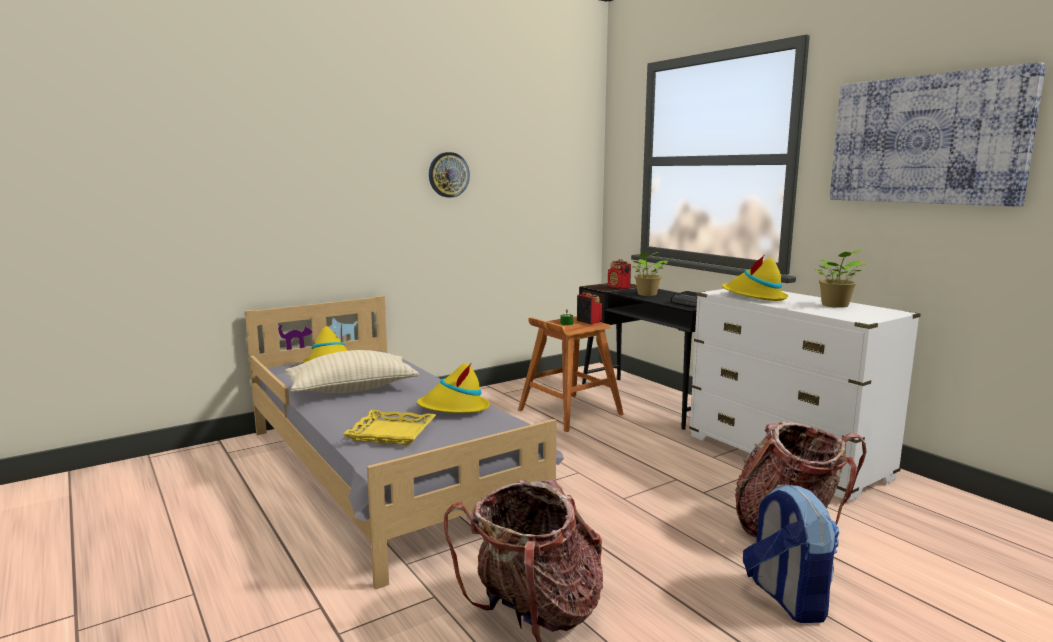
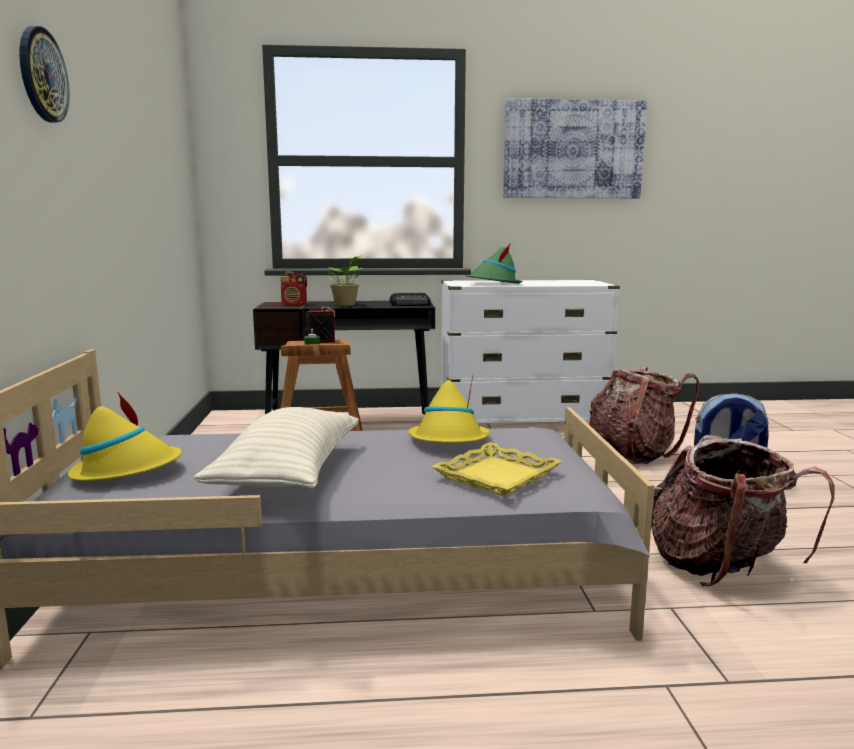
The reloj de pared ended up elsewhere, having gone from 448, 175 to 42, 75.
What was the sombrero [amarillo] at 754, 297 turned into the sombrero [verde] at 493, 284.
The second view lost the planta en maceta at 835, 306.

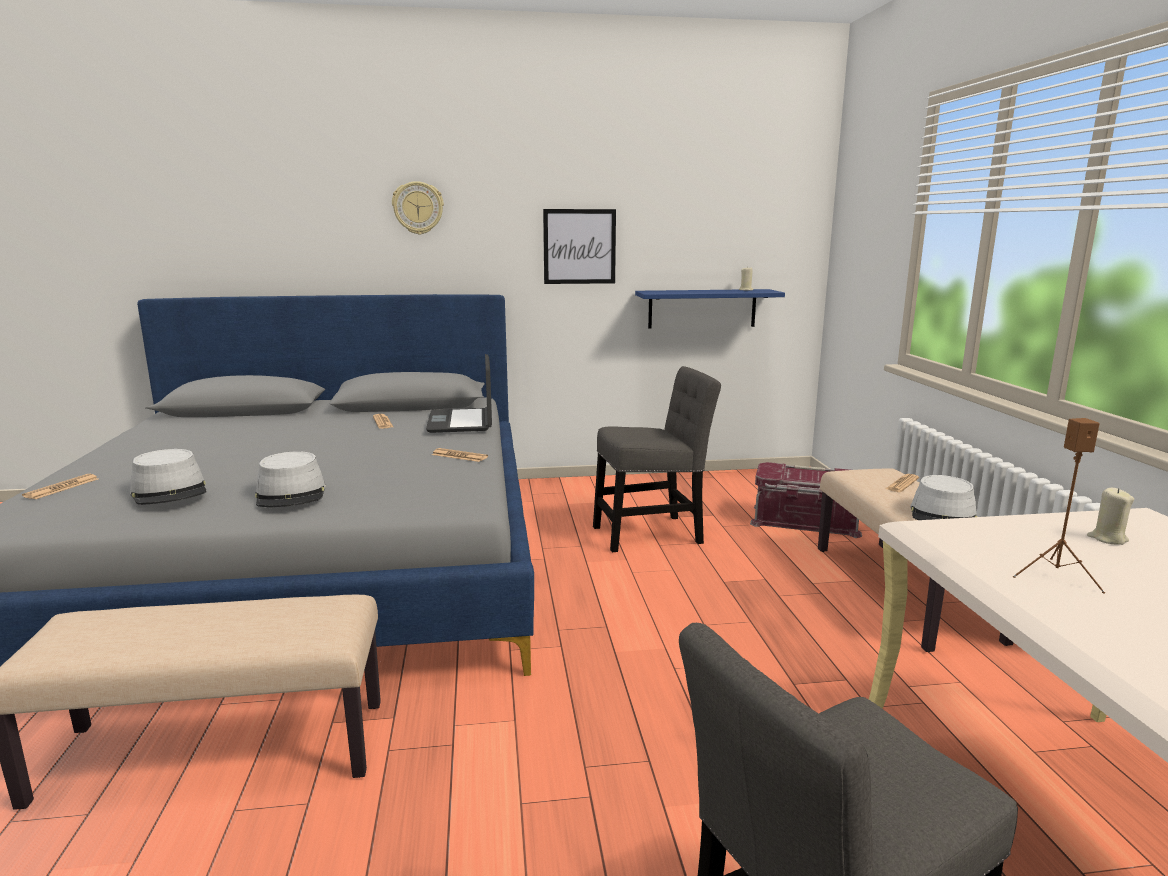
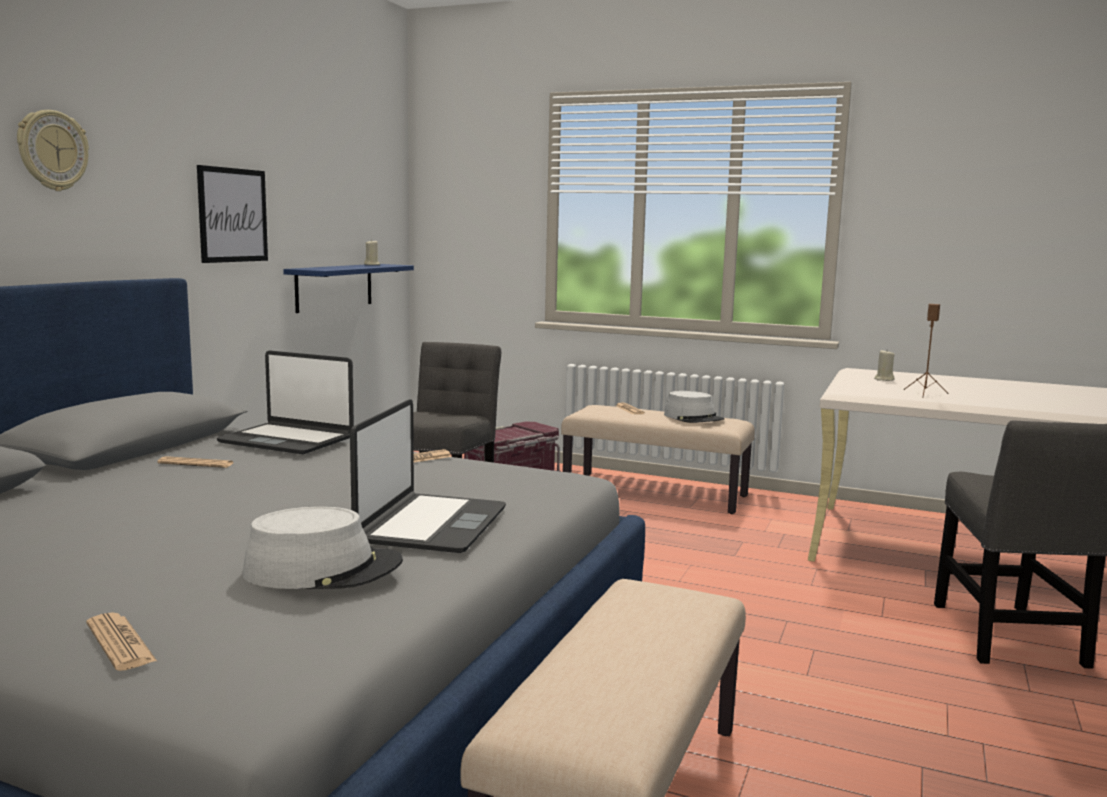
Where the sombrero [gris] stood at 291, 494, the portátil came to stand at 431, 525.

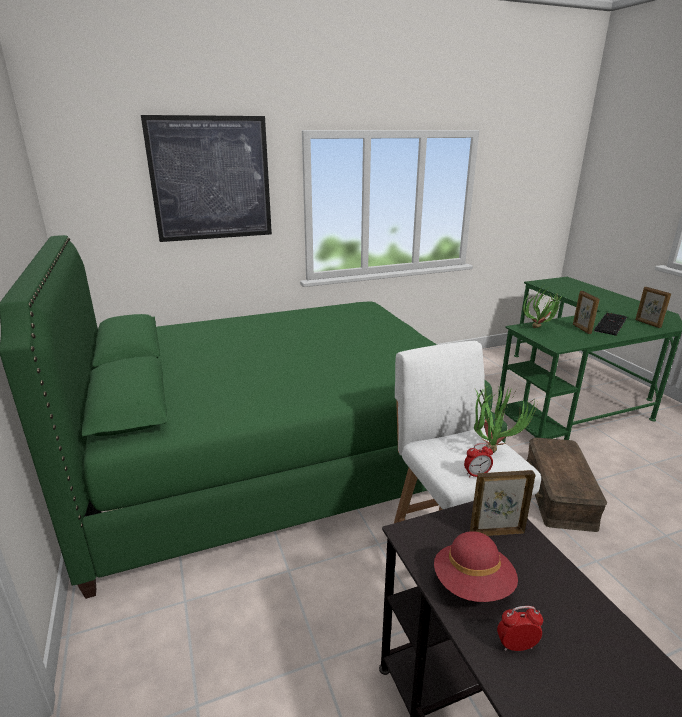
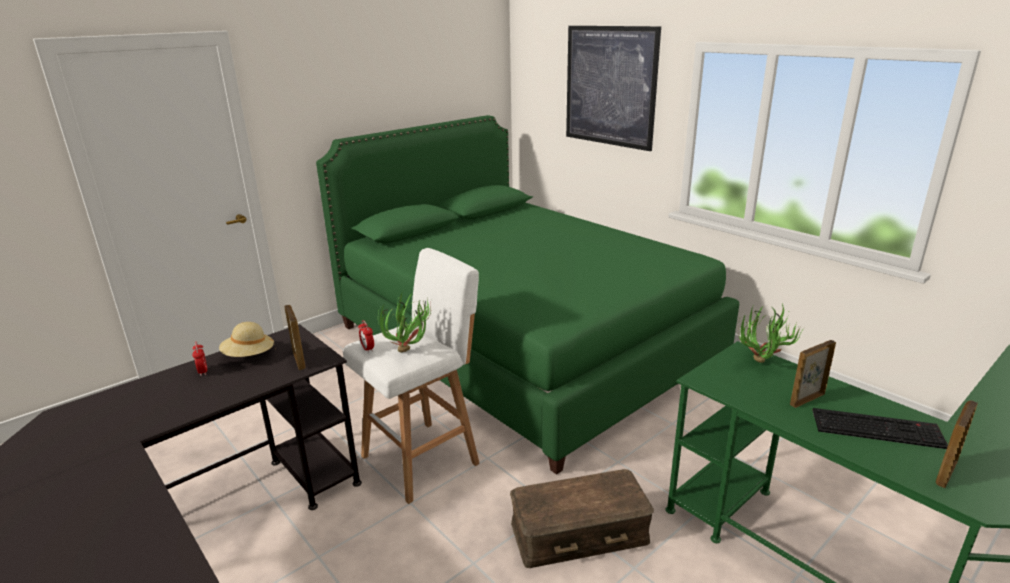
What was the sombrero [rojo] at 473, 585 turned into the sombrero [beis] at 249, 356.

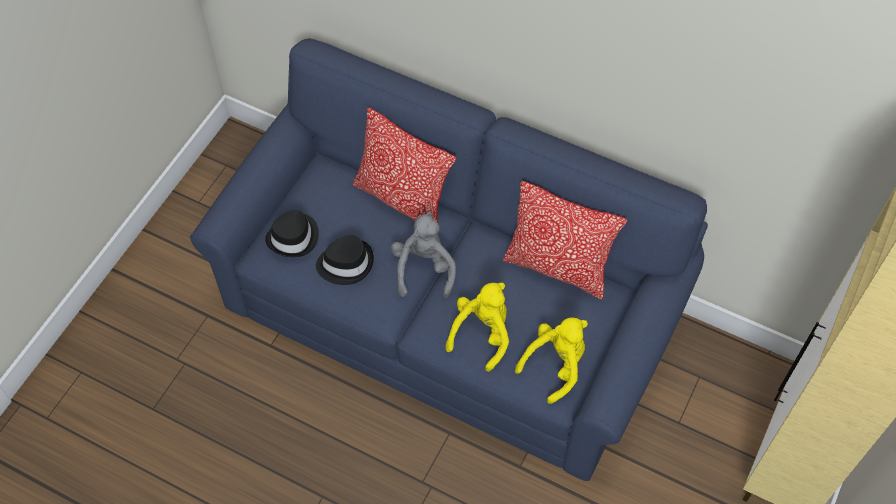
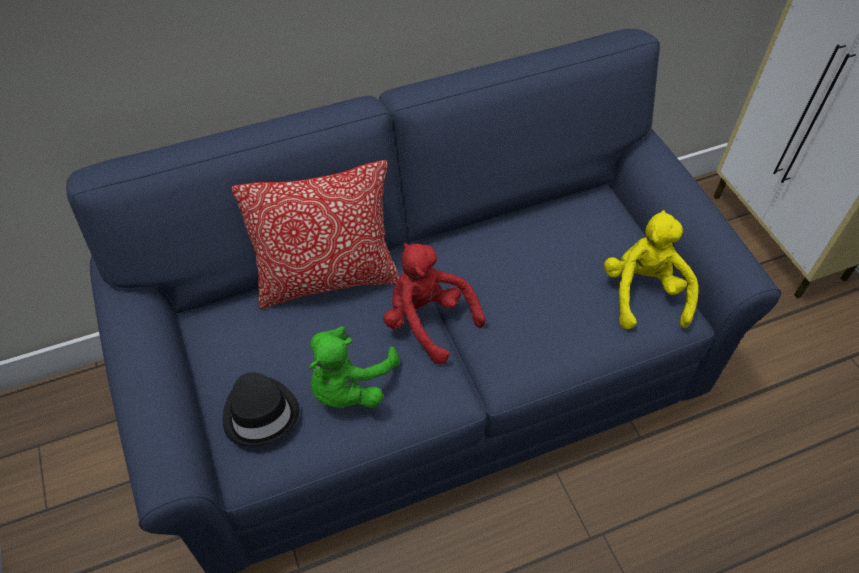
Where the sombrero [negro] stood at 345, 263, the peluche [verde] came to stand at 348, 385.
What was the peluche [gris] at 424, 269 turned into the peluche [rojo] at 427, 321.
The second view lost the peluche [amarillo] at 482, 334.
The second view lost the cojín at 558, 267.

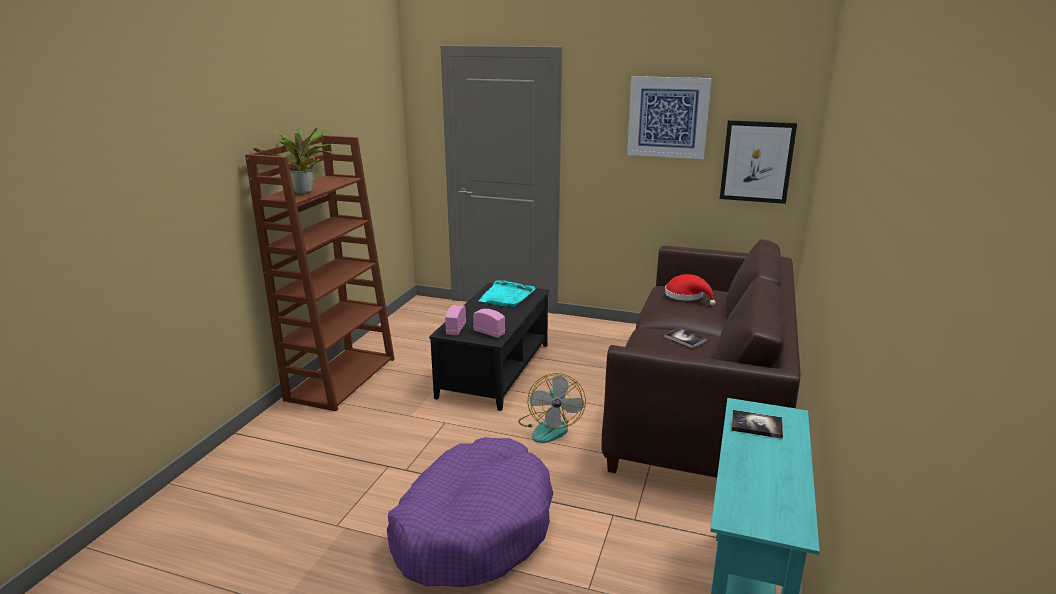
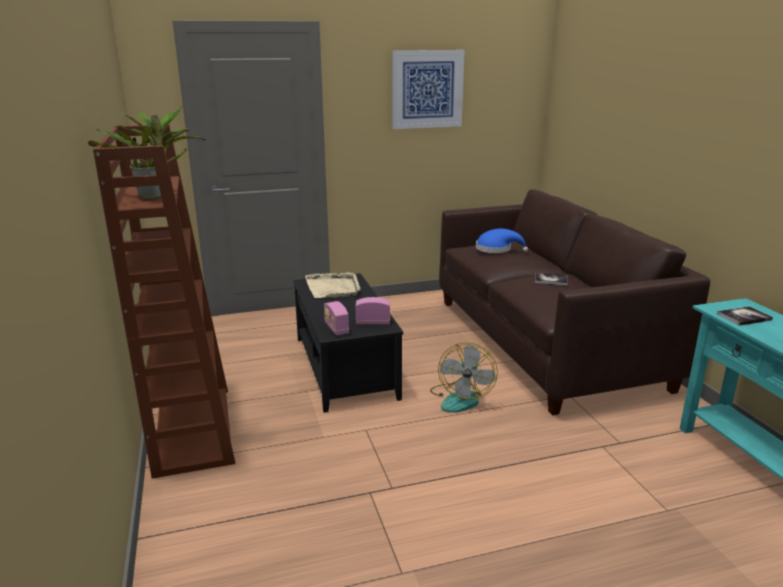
What was the bandeja [turquesa] at 507, 296 turned into the bandeja [beis] at 333, 288.
The ventilador at 549, 427 ended up facing another way, 45 degrees clockwise from before.
What was the sombrero [rojo] at 687, 296 turned into the sombrero [azul] at 496, 249.
The second view lost the cama para perro [morado] at 473, 528.
The second view lost the cuadro at 757, 161.

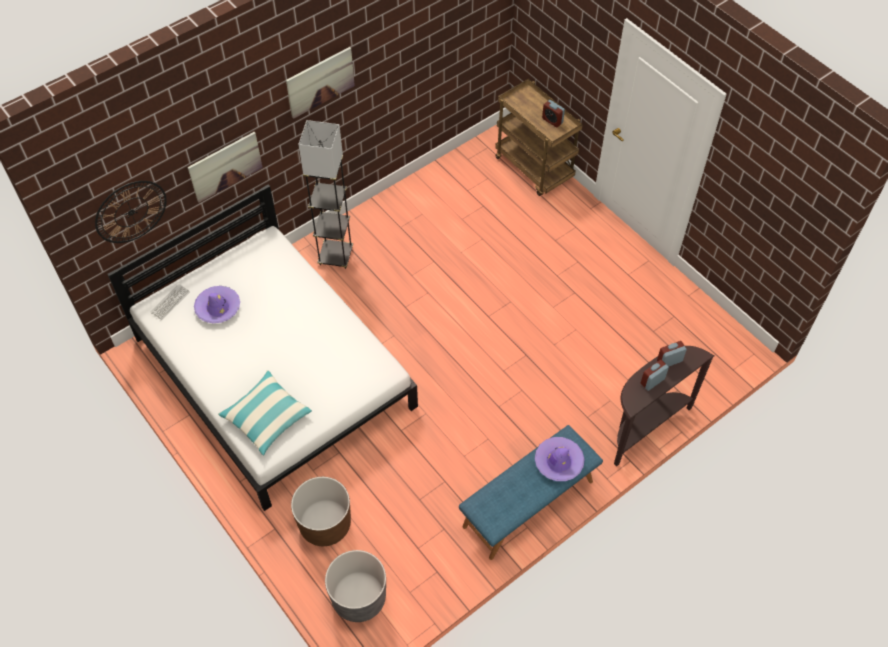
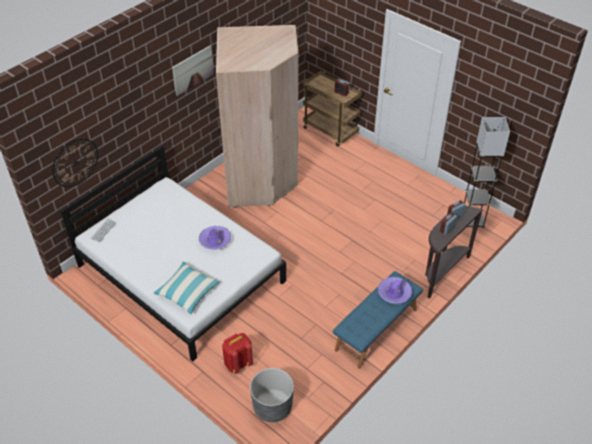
The sombrero [morado] ended up elsewhere, having gone from 218, 308 to 215, 240.
The second view gained the armario ropero [beis] at 261, 180.
Where the maceta [marrón] stood at 325, 524, the mochila [rojo] came to stand at 238, 363.
The lámpara de pie [gris] ended up elsewhere, having gone from 335, 256 to 472, 221.
The second view lost the cuadro at 225, 166.

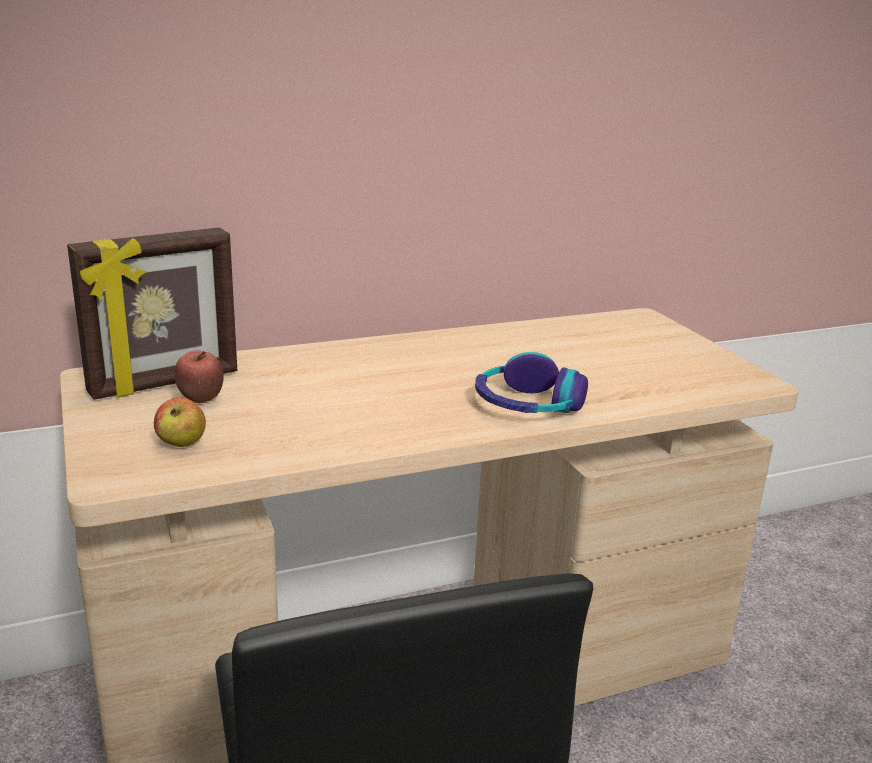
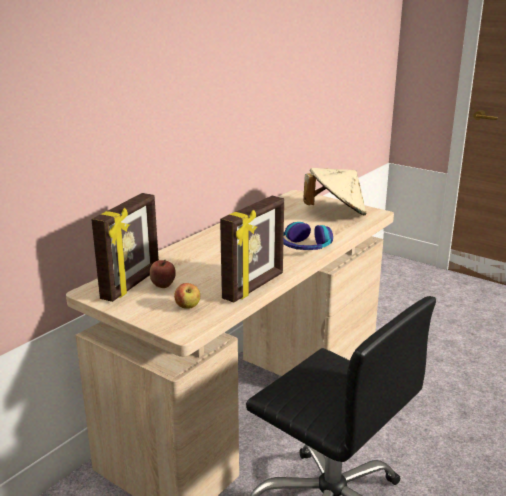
The second view gained the portarretratos at 254, 286.
The second view gained the sombrero [beis] at 336, 213.

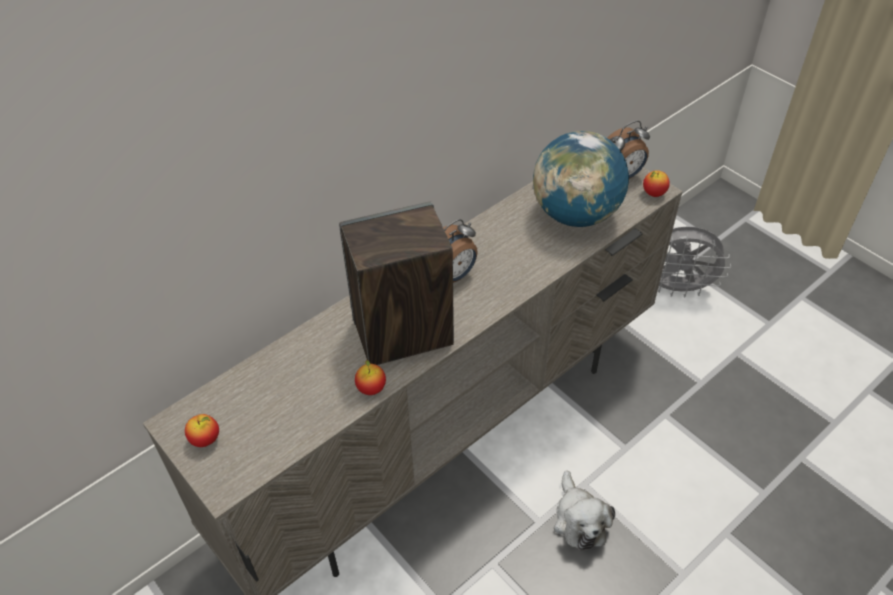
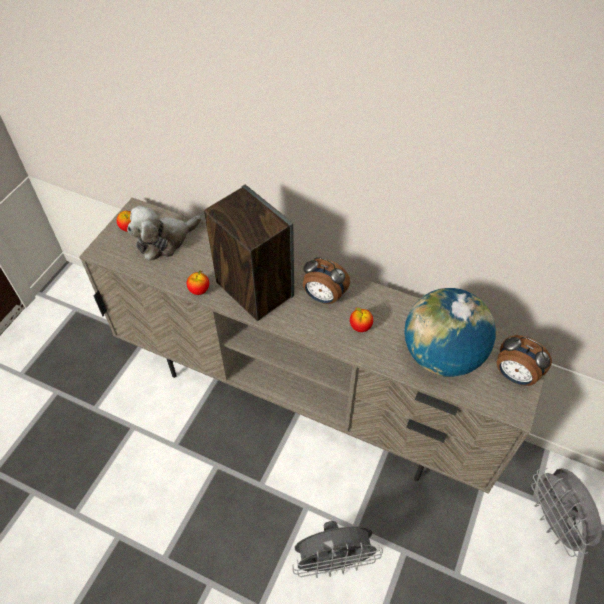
The peluche ended up elsewhere, having gone from 579, 520 to 165, 241.
The second view gained the ventilador [gris] at 333, 561.
The manzana ended up elsewhere, having gone from 653, 193 to 360, 327.

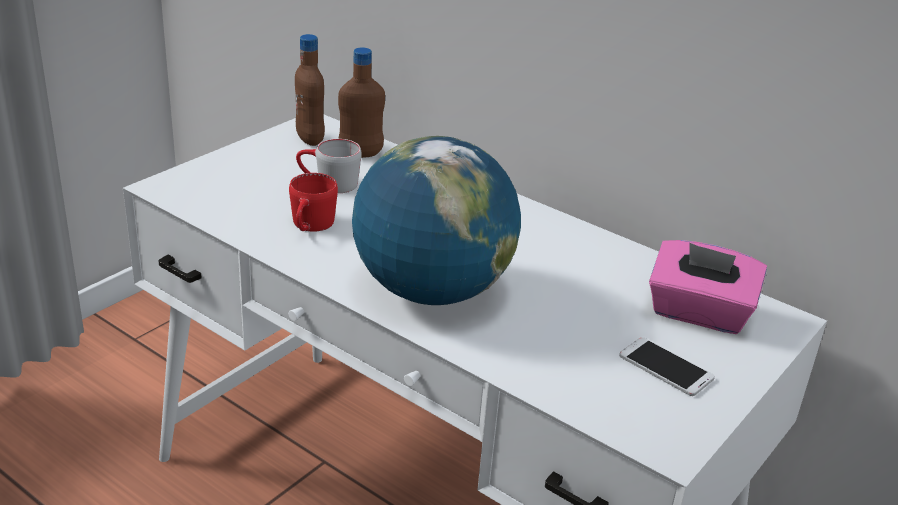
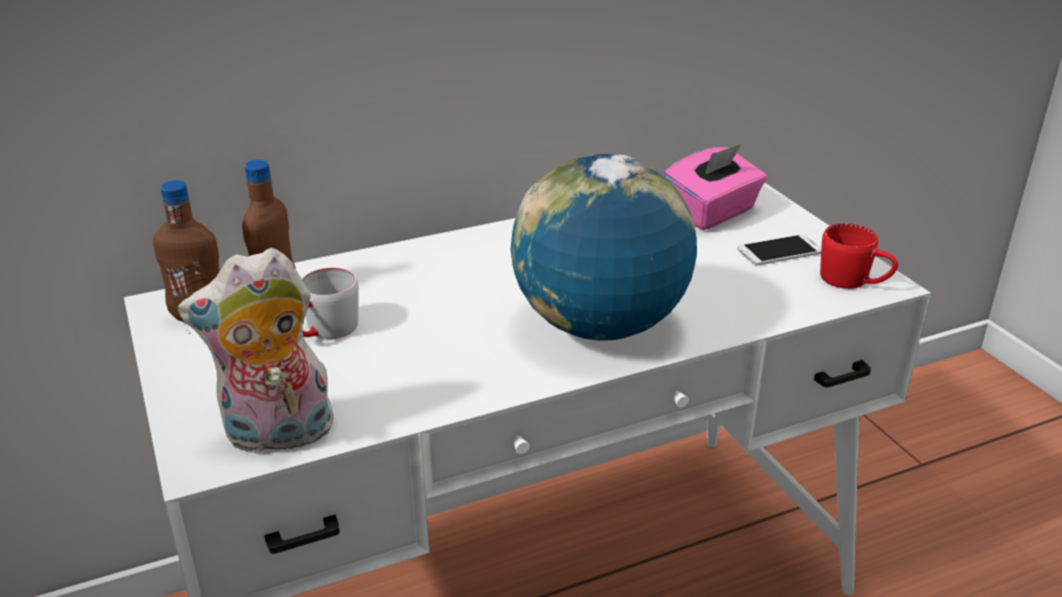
The second view gained the peluche at 277, 436.
The taza grande [rojo] ended up elsewhere, having gone from 310, 226 to 854, 281.

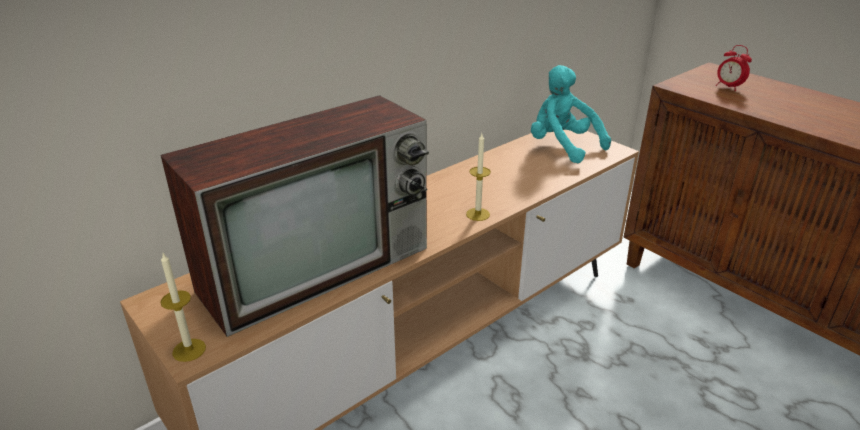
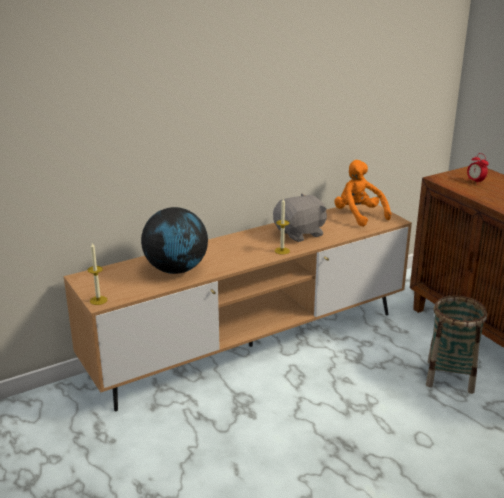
Where the televisor stood at 319, 267, the globo terráqueo came to stand at 176, 269.
The second view gained the peluche [gris] at 300, 233.
What was the peluche [turquesa] at 562, 146 turned into the peluche [naranja] at 358, 215.
The second view gained the cesta at 450, 376.

